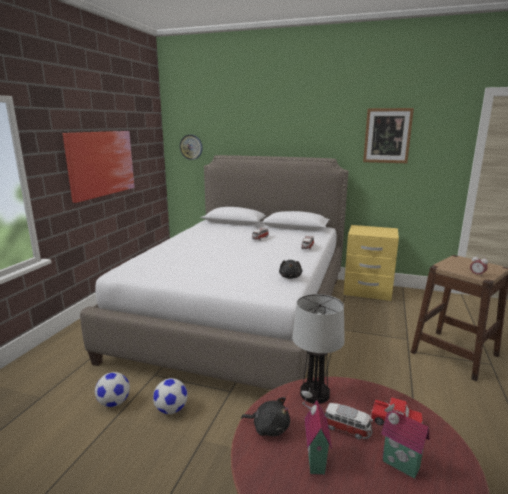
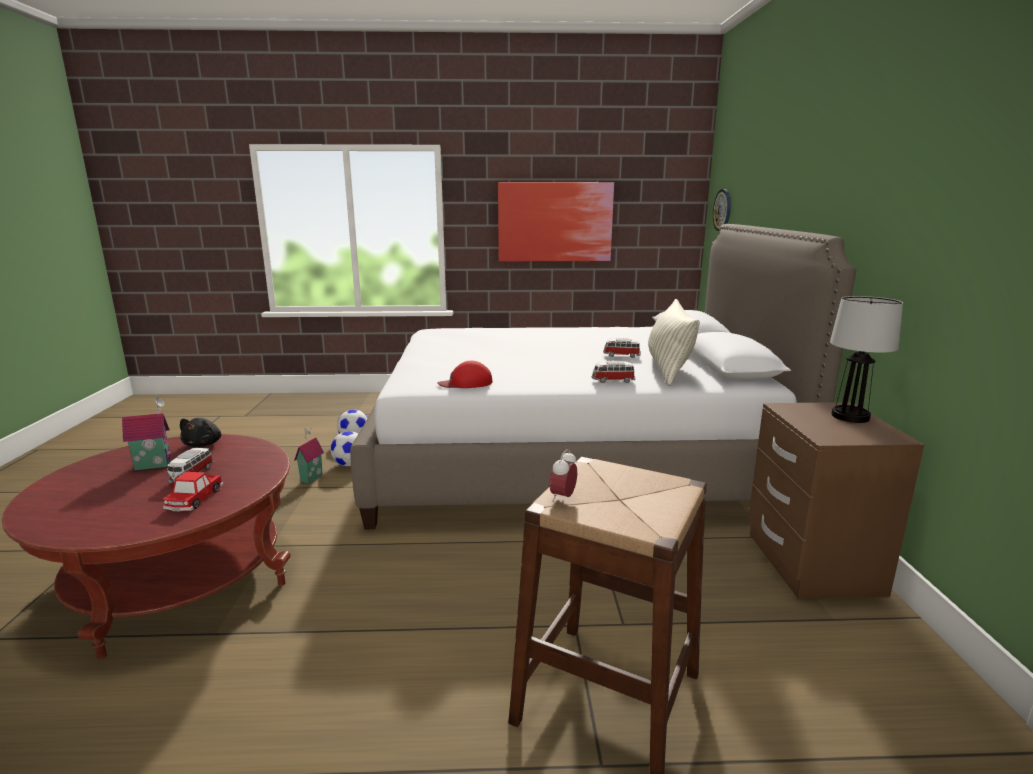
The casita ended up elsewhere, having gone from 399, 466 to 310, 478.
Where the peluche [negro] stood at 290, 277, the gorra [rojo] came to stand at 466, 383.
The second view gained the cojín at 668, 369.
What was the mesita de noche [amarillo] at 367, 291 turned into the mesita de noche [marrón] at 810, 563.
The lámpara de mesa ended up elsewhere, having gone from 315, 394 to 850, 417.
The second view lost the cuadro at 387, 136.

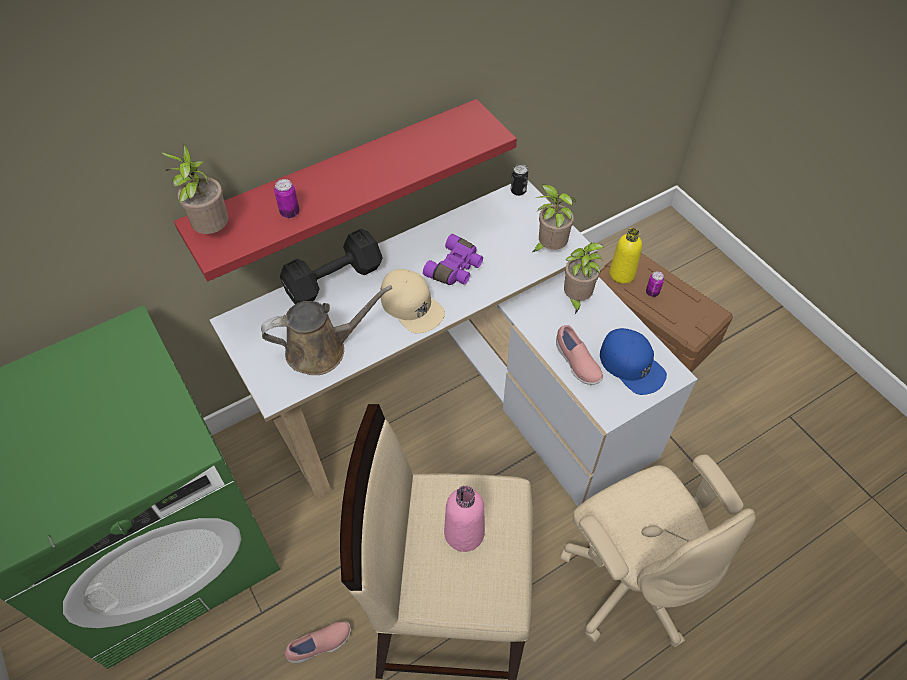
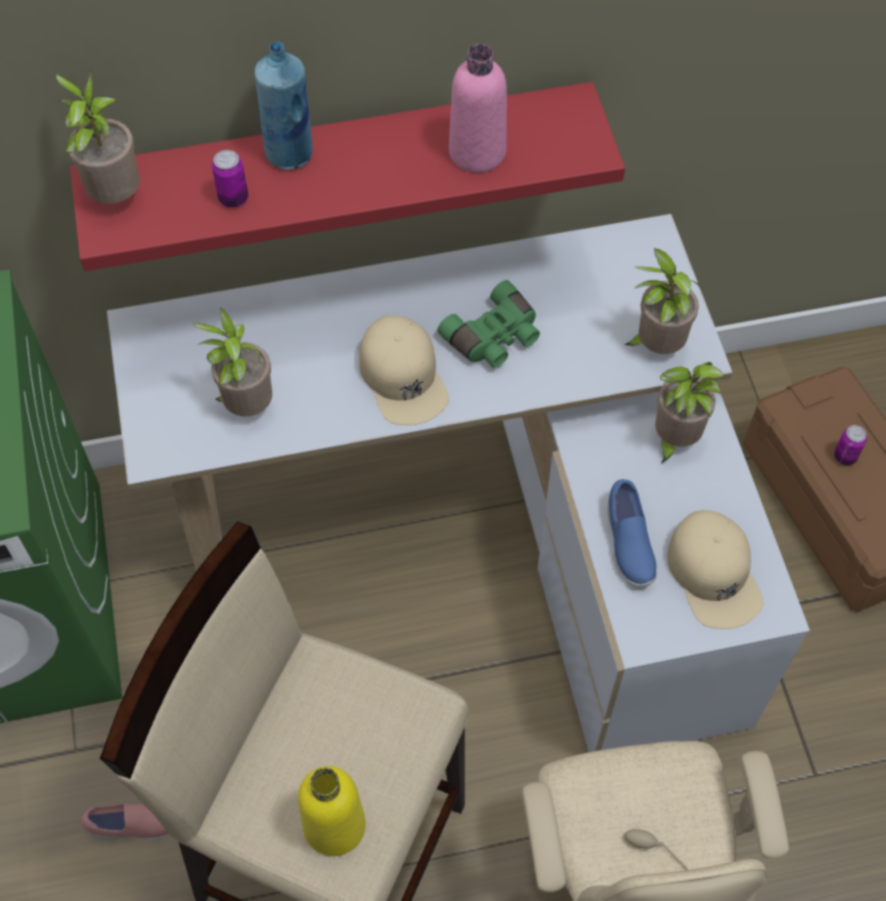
Where the regadera [marrón] stood at 322, 349, the planta en maceta came to stand at 246, 406.
The second view gained the botella [azul] at 290, 154.
The botella [amarillo] ended up elsewhere, having gone from 622, 274 to 334, 826.
What was the prismáticos [morado] at 456, 269 turned into the prismáticos [verde] at 494, 338.
The botella [rosa] ended up elsewhere, having gone from 464, 533 to 477, 152.
What was the zapato [rosa] at 576, 363 turned into the zapato [azul] at 627, 544.
What was the gorra [azul] at 632, 365 turned into the gorra [beis] at 714, 574.
The second view lost the mancuerna [negro] at 336, 279.
The second view lost the lata at 518, 191.

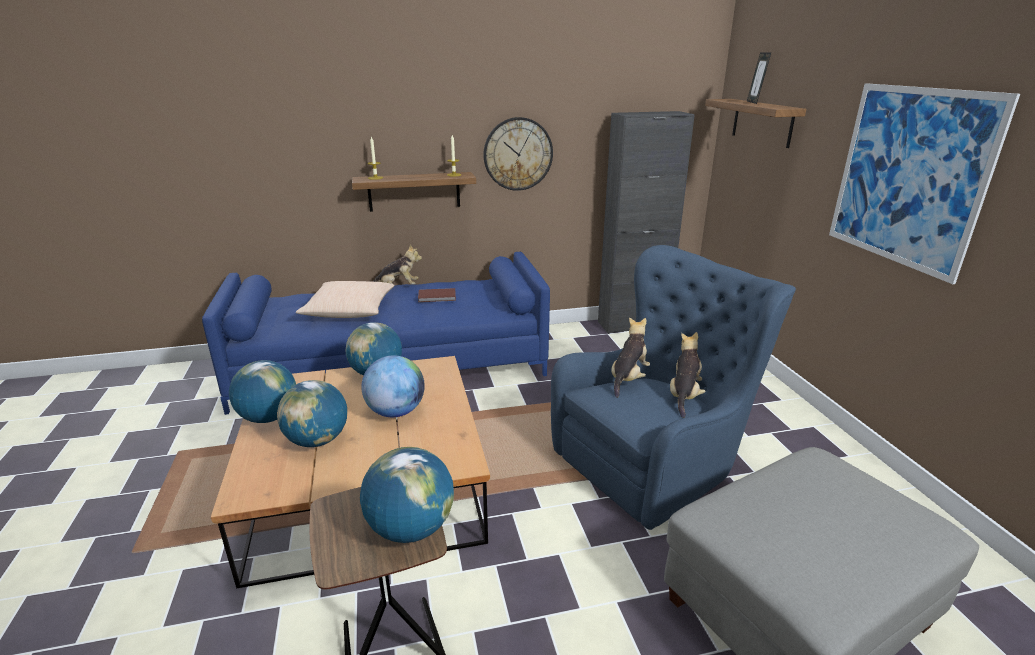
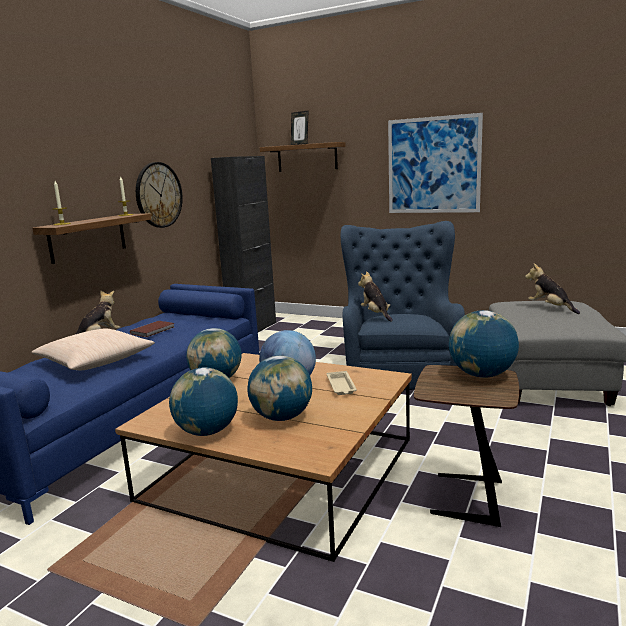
The second view gained the bandeja [beis] at 341, 386.
The peluche ended up elsewhere, having gone from 684, 395 to 550, 308.

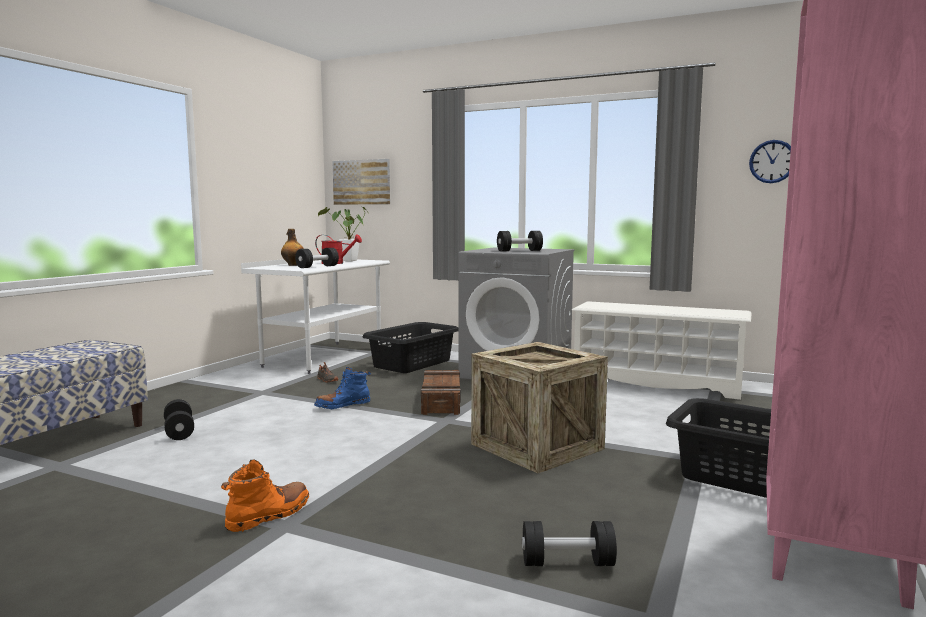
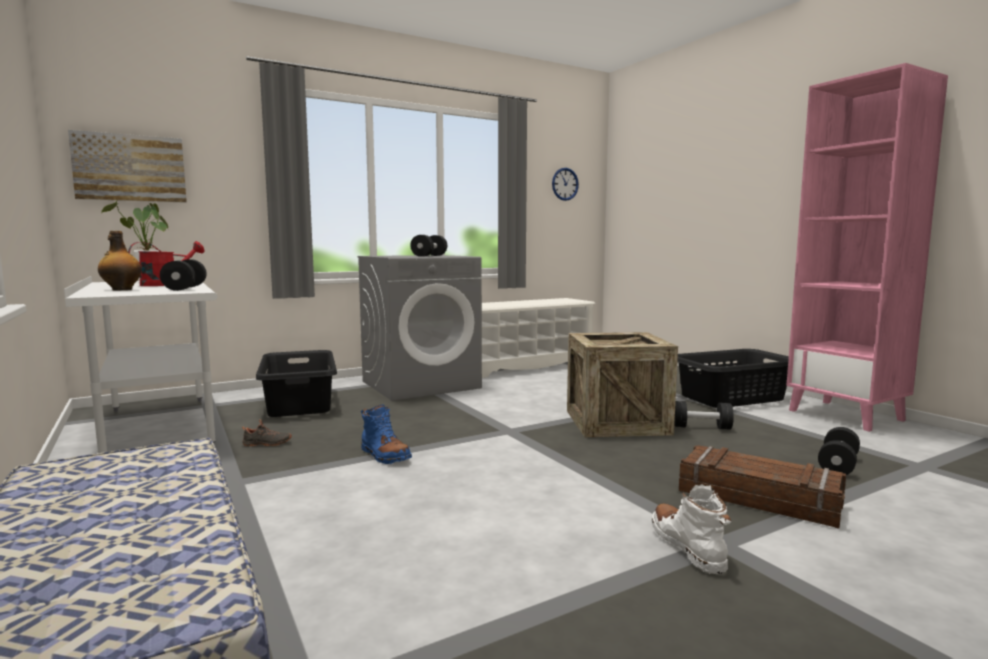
The bota [azul] at 343, 405 ended up facing another way, 45 degrees counterclockwise from before.
What was the bota [naranja] at 269, 515 turned into the bota [blanco] at 688, 547.
The mancuerna [negro] ended up elsewhere, having gone from 179, 431 to 701, 427.
The caja de embalaje ended up elsewhere, having gone from 442, 400 to 758, 498.

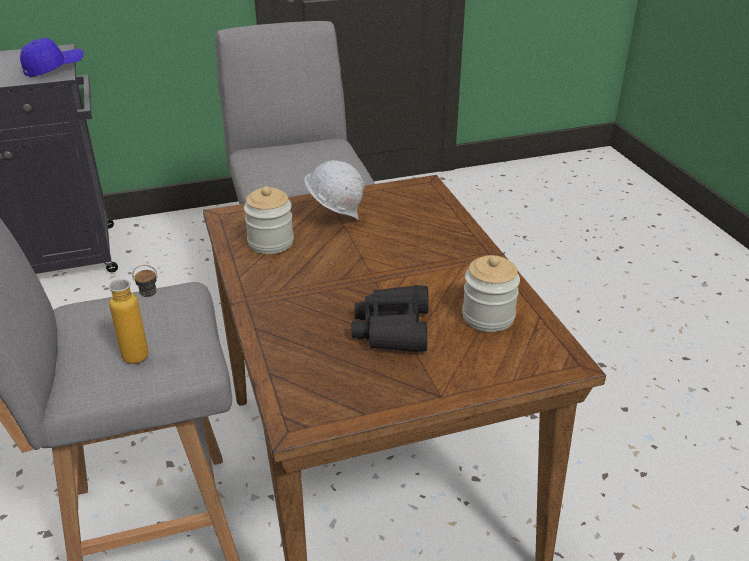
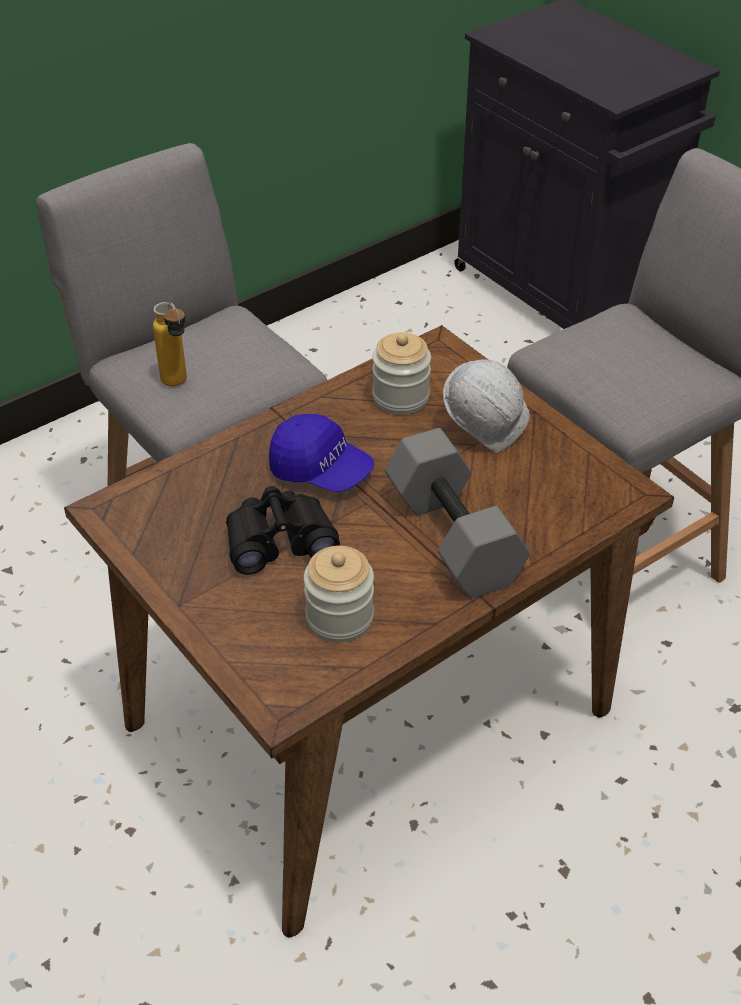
The gorra [azul] ended up elsewhere, having gone from 54, 68 to 321, 470.
The second view gained the mancuerna [gris] at 450, 536.

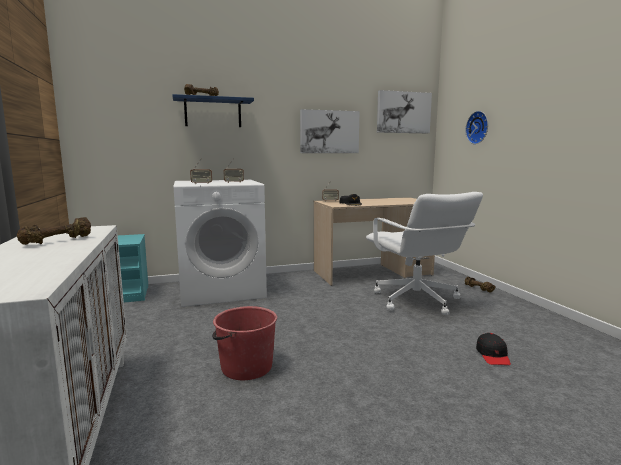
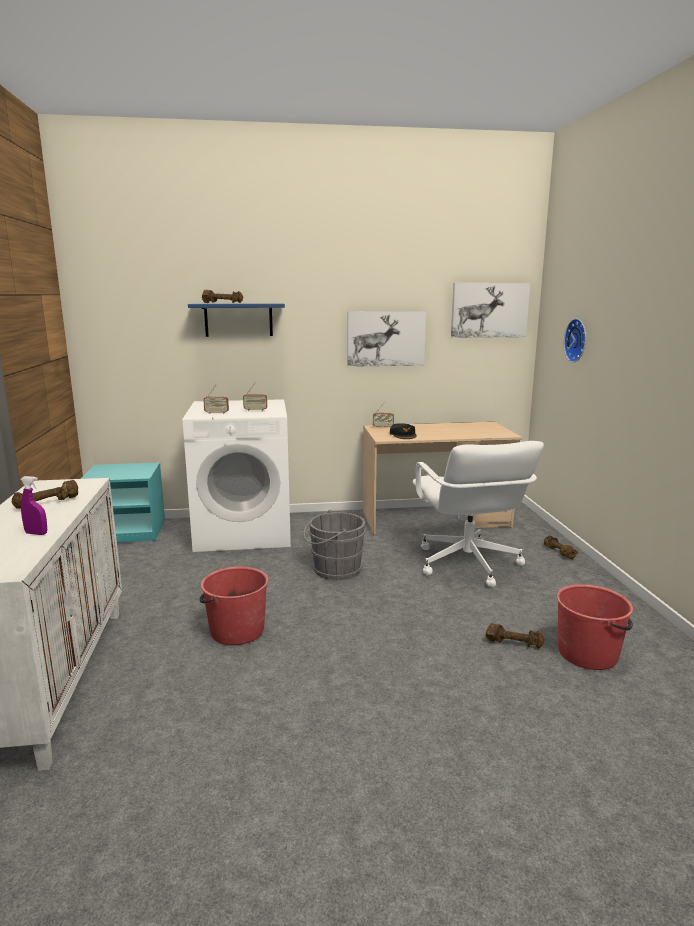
The second view gained the pulverizador [morado] at 36, 533.
The second view gained the cubo [gris] at 334, 570.
Where the gorra [negro] stood at 493, 355, the mancuerna [marrón] came to stand at 513, 643.
The second view gained the cubo [rojo] at 588, 653.

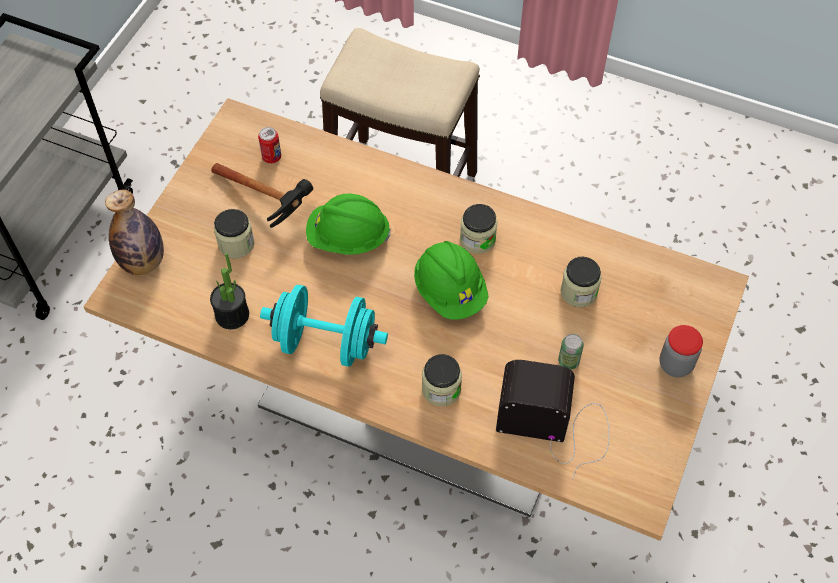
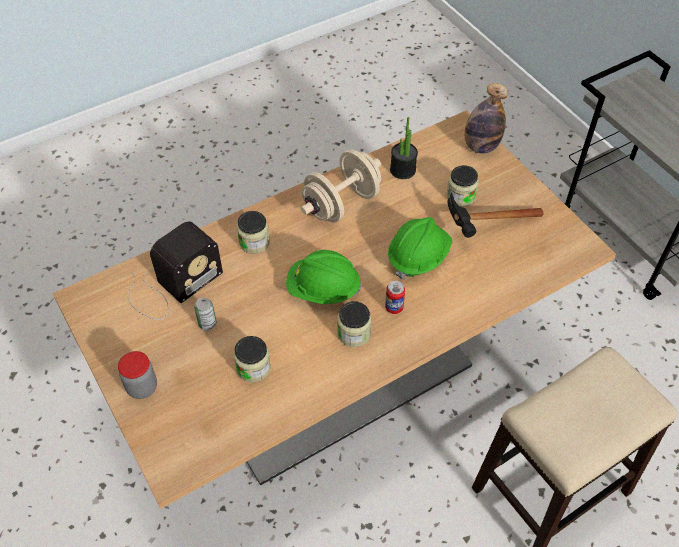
What was the mancuerna [turquesa] at 326, 342 turned into the mancuerna [beis] at 341, 204.
The lata ended up elsewhere, having gone from 271, 157 to 394, 307.

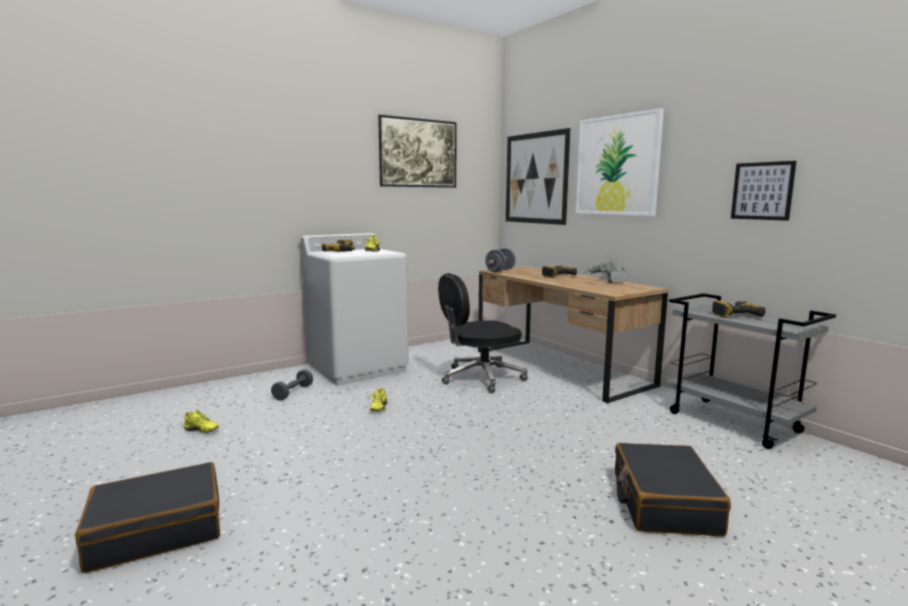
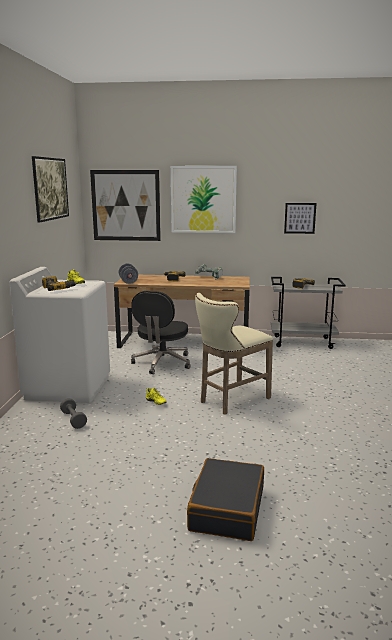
The second view gained the taburete [beis] at 231, 400.
The second view lost the zapato [amarillo] at 200, 431.
The second view lost the maleta [negro] at 663, 502.

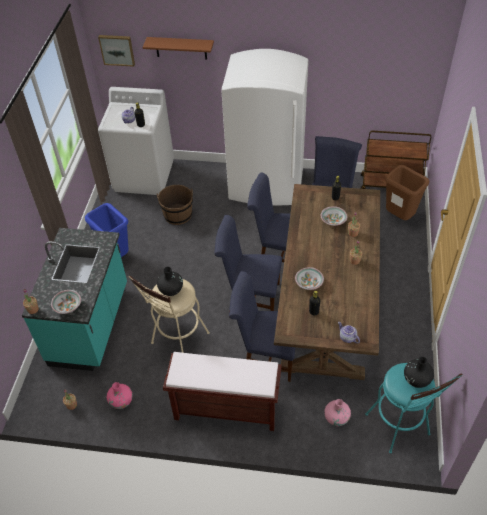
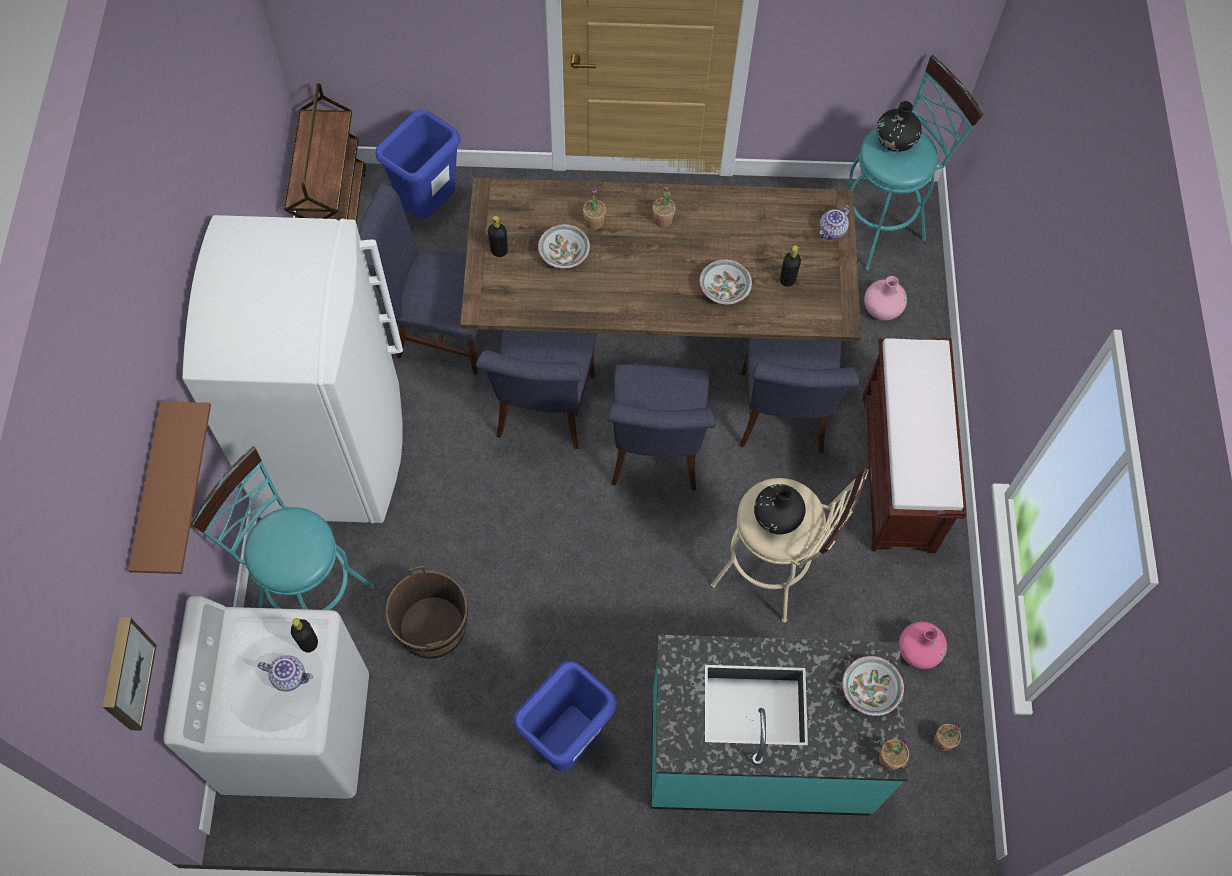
The second view gained the taburete [turquesa] at 307, 593.
What was the papelera [marrón] at 399, 217 turned into the papelera [azul] at 429, 207.

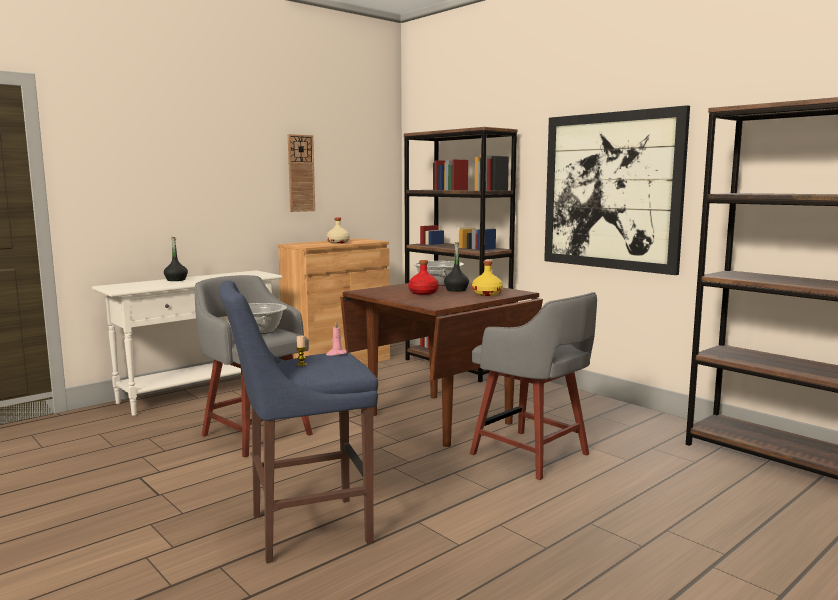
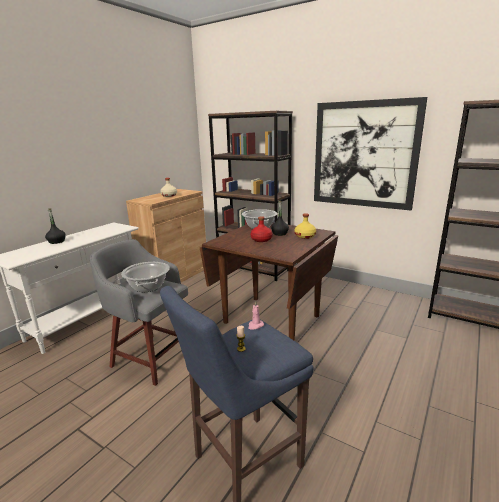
The second view lost the reloj de pared at 301, 173.
The second view lost the taburete [gris] at 532, 455.

